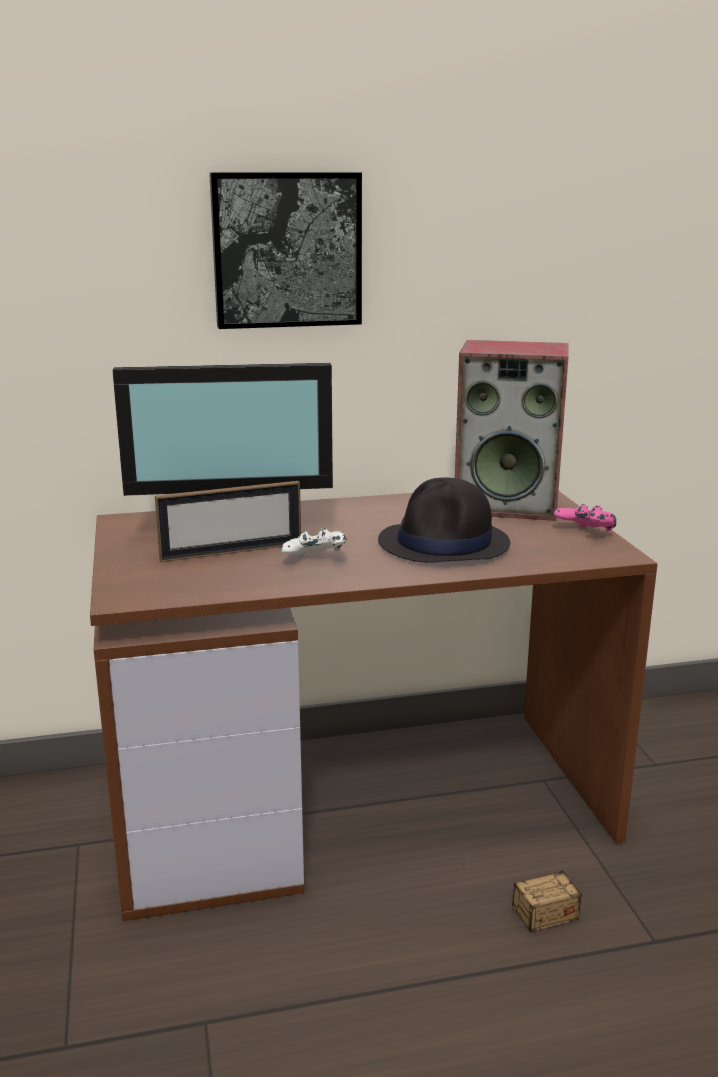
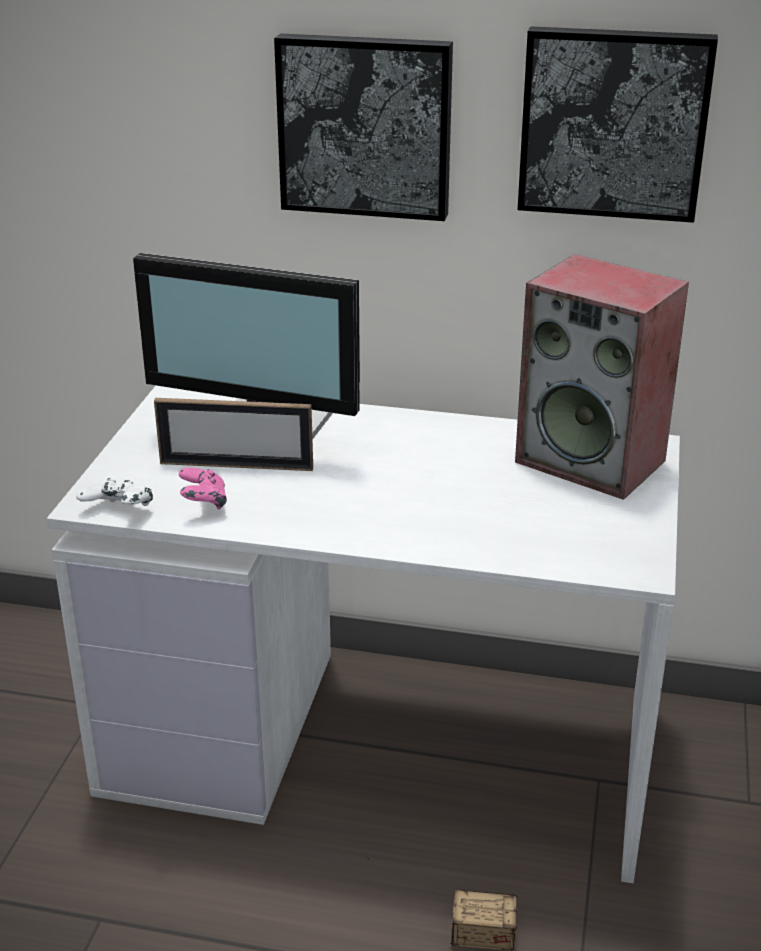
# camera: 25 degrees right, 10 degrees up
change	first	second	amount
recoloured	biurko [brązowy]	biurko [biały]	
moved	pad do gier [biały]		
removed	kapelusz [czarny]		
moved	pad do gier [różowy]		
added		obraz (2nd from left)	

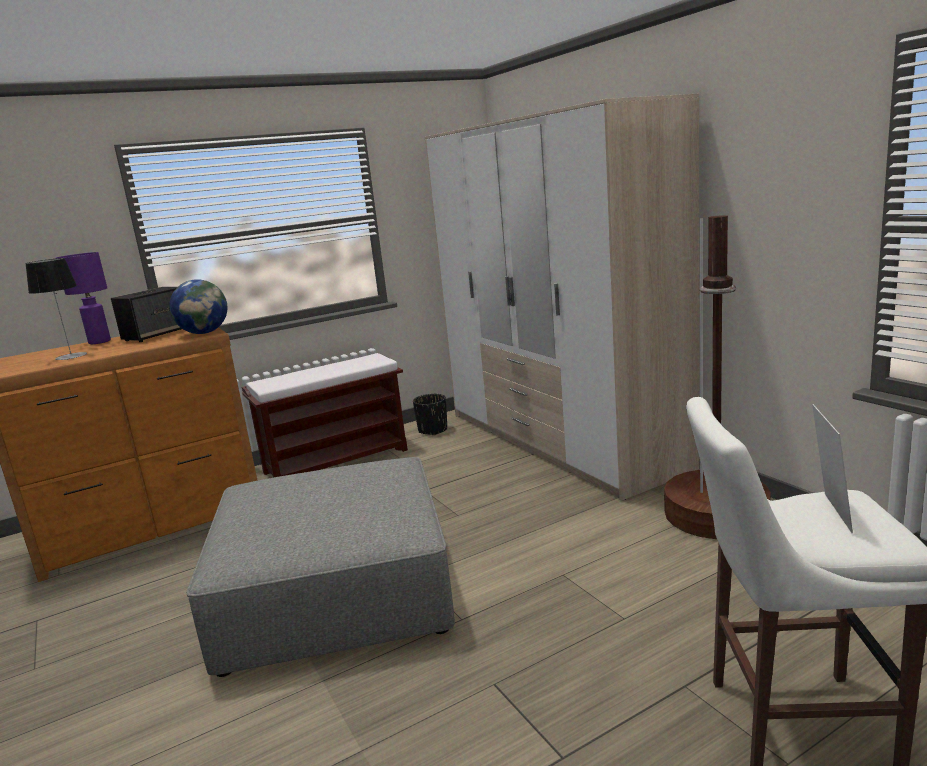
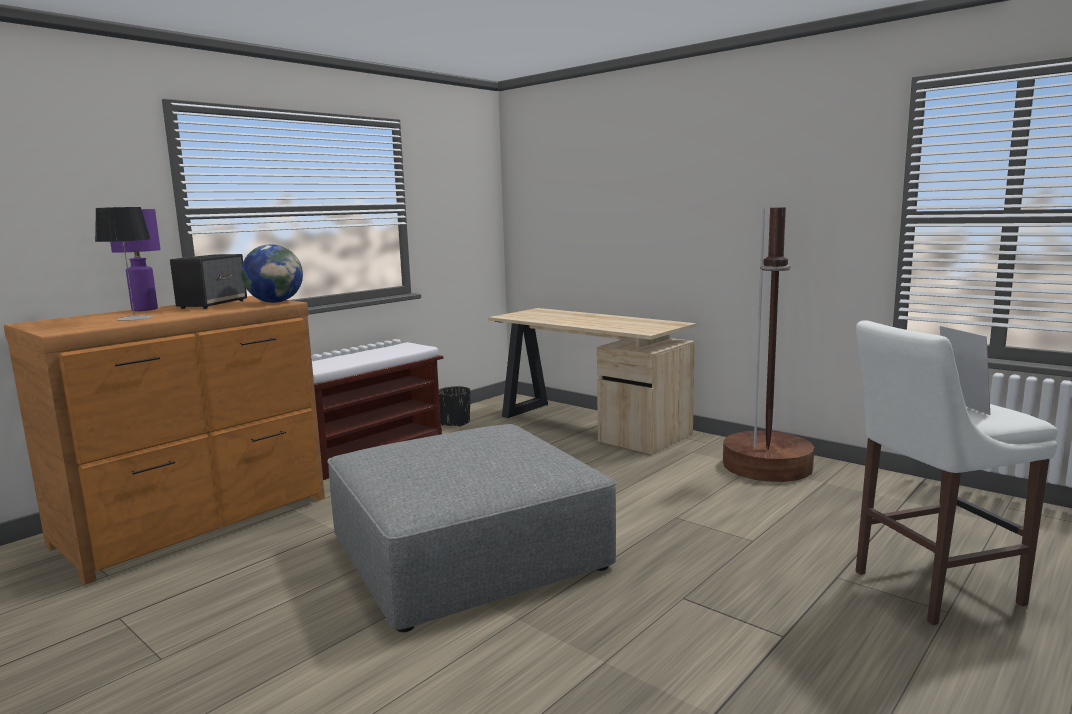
# camera: 20 degrees left, 5 degrees down
change	first	second	amount
replaced	szafa	biurko [beżowy]	

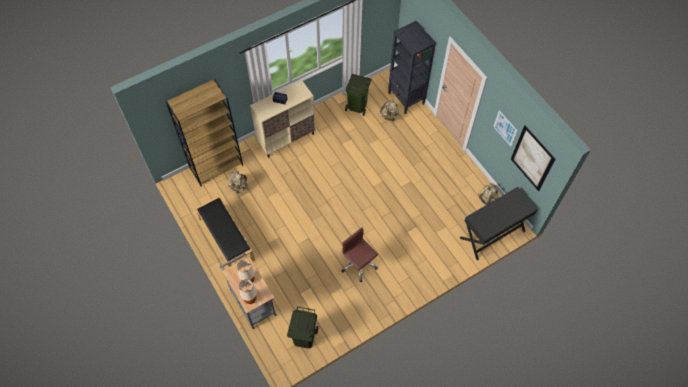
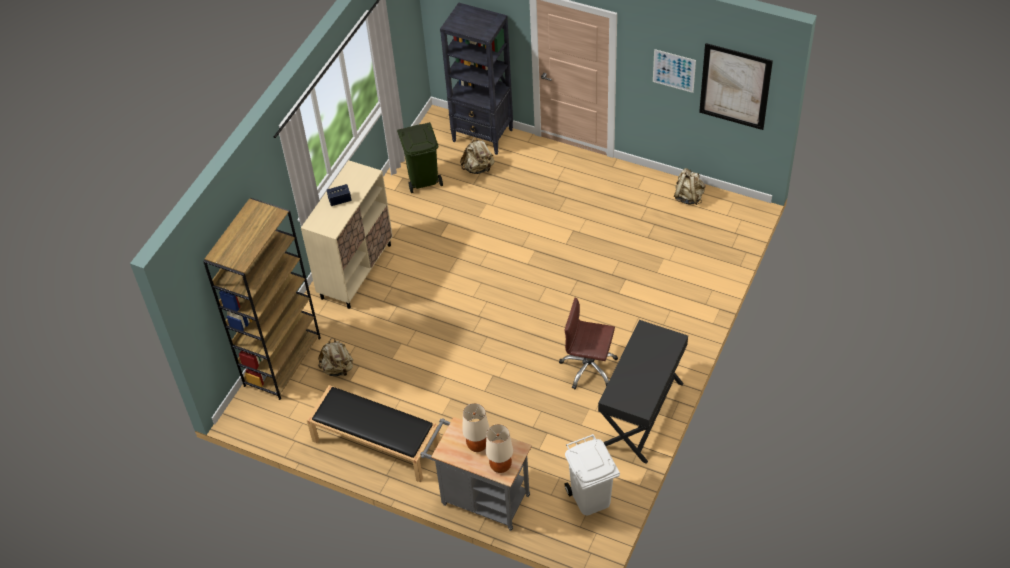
# camera: 30 degrees left, 10 degrees down
change	first	second	amount
recoloured	kosz na śmieci [zielony] (1st from left)	kosz na śmieci [biały]	
moved	biurko [czarny]		

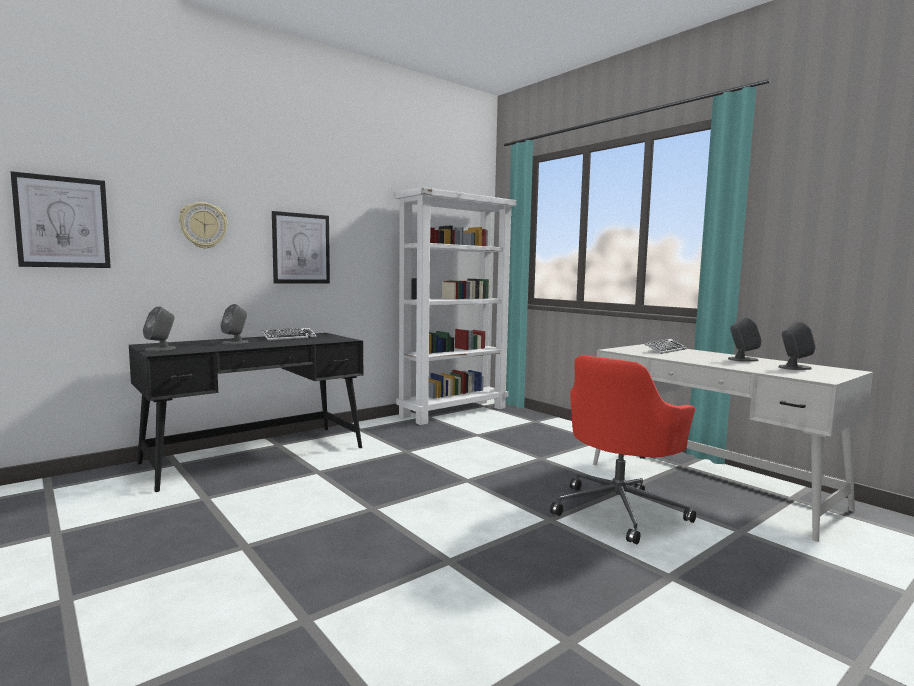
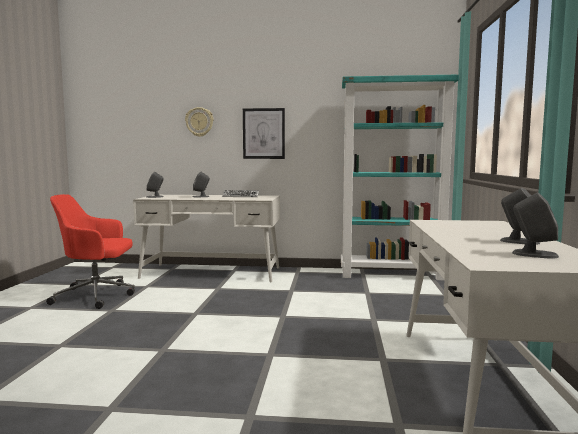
# camera: 45 degrees right, 0 degrees up
change	first	second	amount
removed	obraz (1st from left)		
recoloured	biurko [czarny]	biurko [biały] (1st from left)	
recoloured	regał [biały]	regał [turkusowy]	
moved	krzesło biurowe [czerwony]		
removed	klawiatura (2nd from left)		

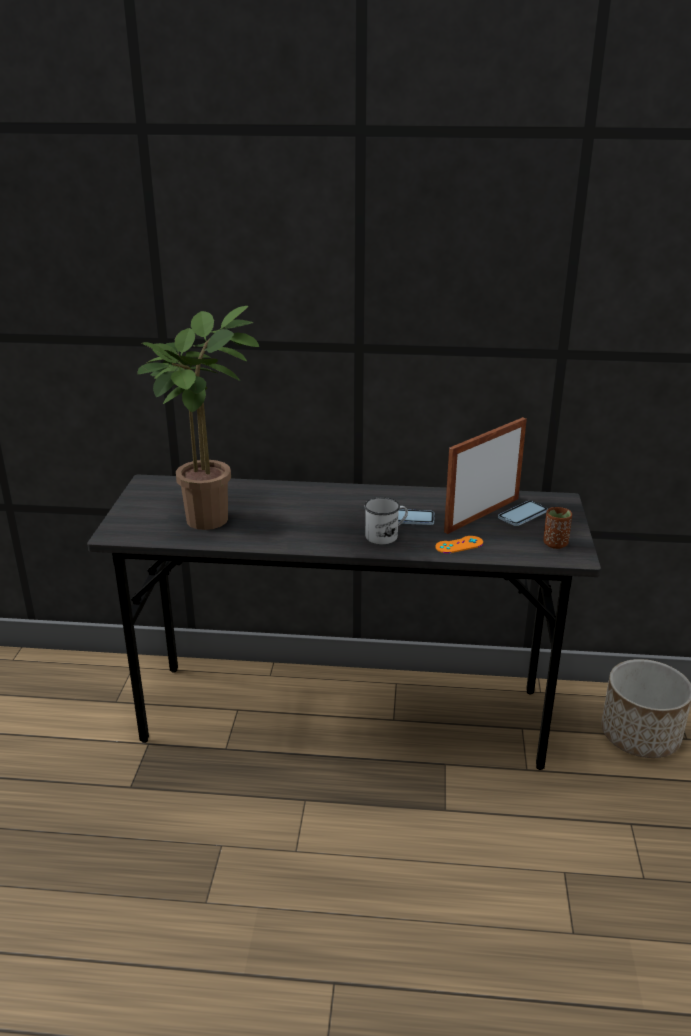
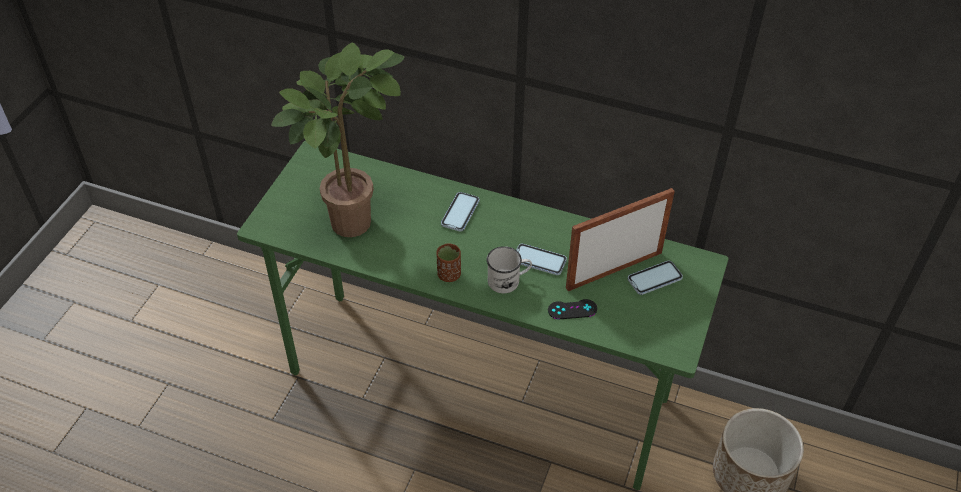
# camera: 15 degrees right, 20 degrees up
change	first	second	amount
recoloured	biurko [szary]	biurko [zielony]	
recoloured	pad do gier [pomarańczowy]	pad do gier [czarny]	
moved	filiżanka [brązowy]		
added		telefon (1st from left)	

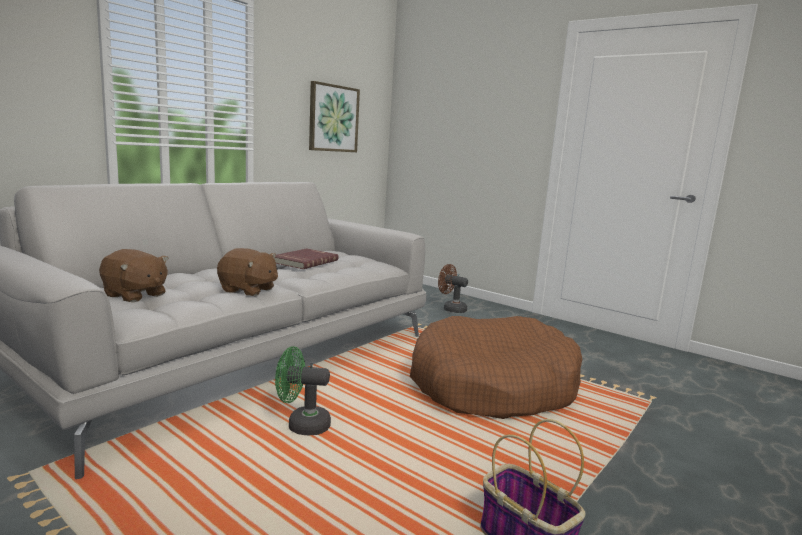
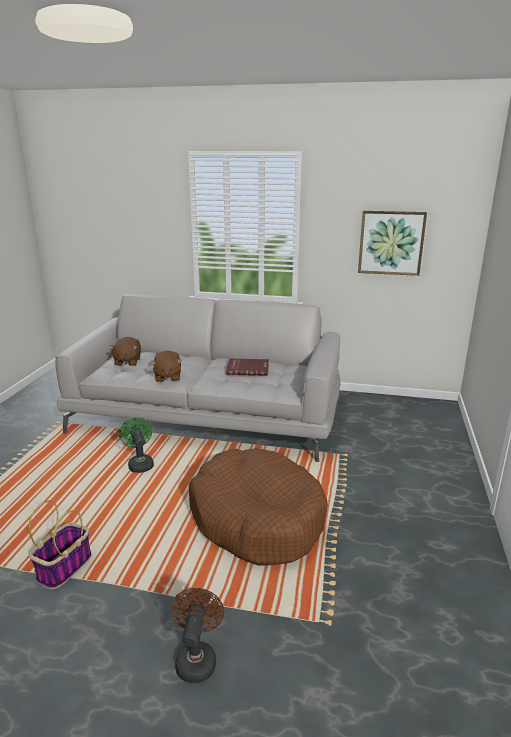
# camera: 65 degrees right, 10 degrees up
change	first	second	amount
moved	wentylator [brązowy]		

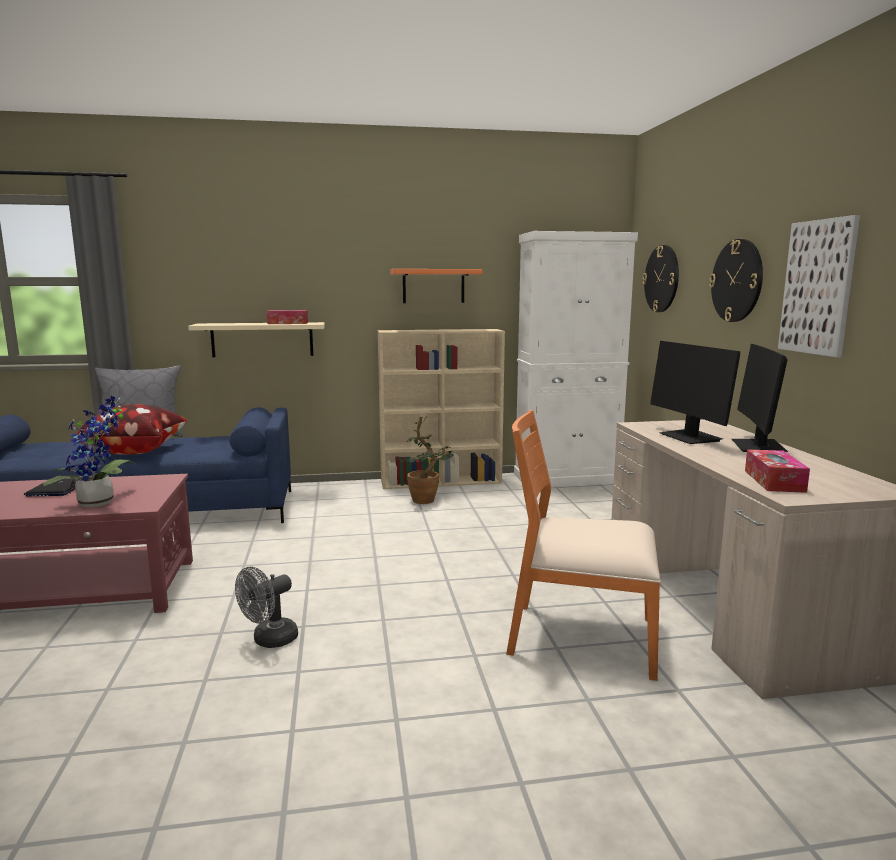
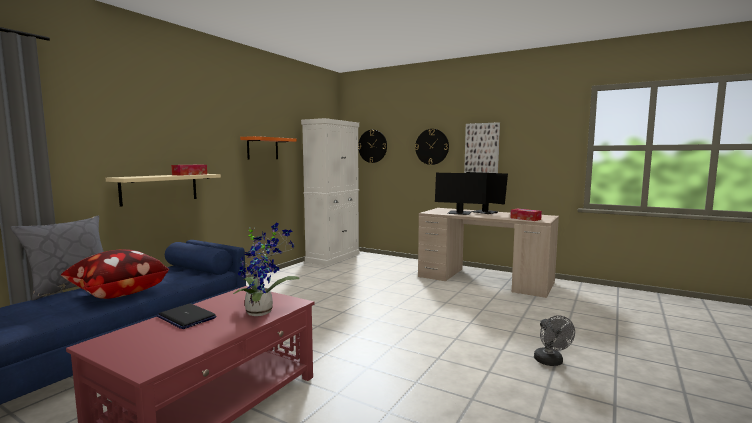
# camera: 50 degrees left, 5 degrees down
change	first	second	amount
moved	wentylator [szary]		
removed	regał [beżowy]		
removed	roślina doniczkowa (2nd from left)		
removed	krzesło [pomarańczowy]		

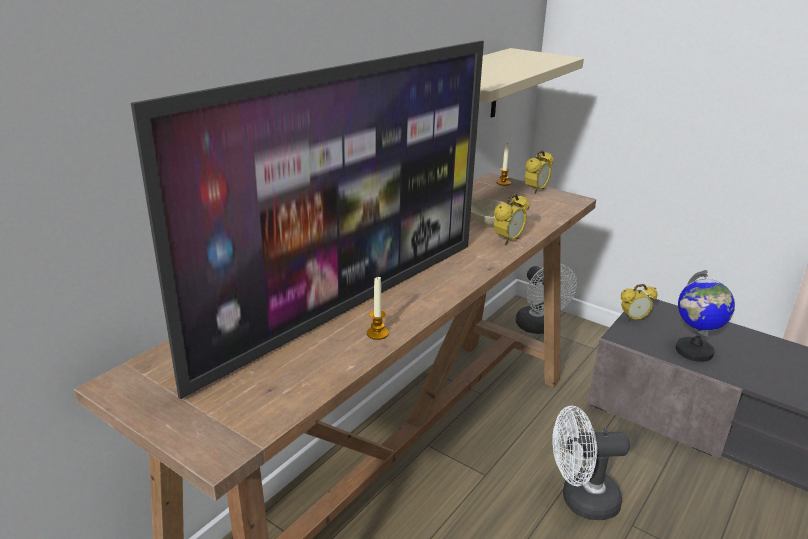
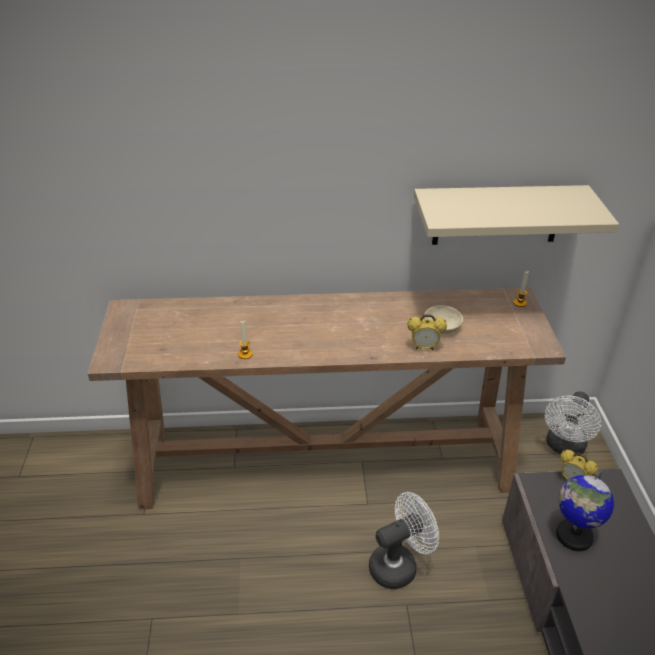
# camera: 50 degrees right, 10 degrees up
change	first	second	amount
removed	telewizor		
removed	budzik (2nd from left)		
turned	wentylator [biały] (2nd from left in the first image)	wentylator [biały] (1st from left)	105 degrees clockwise

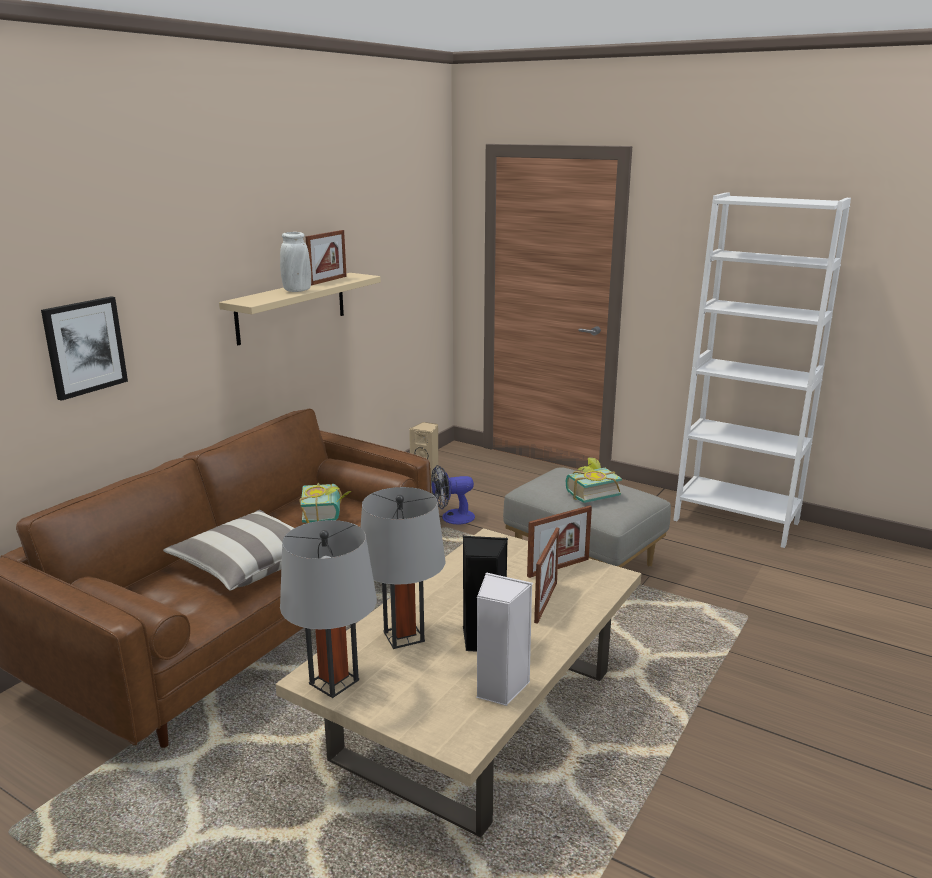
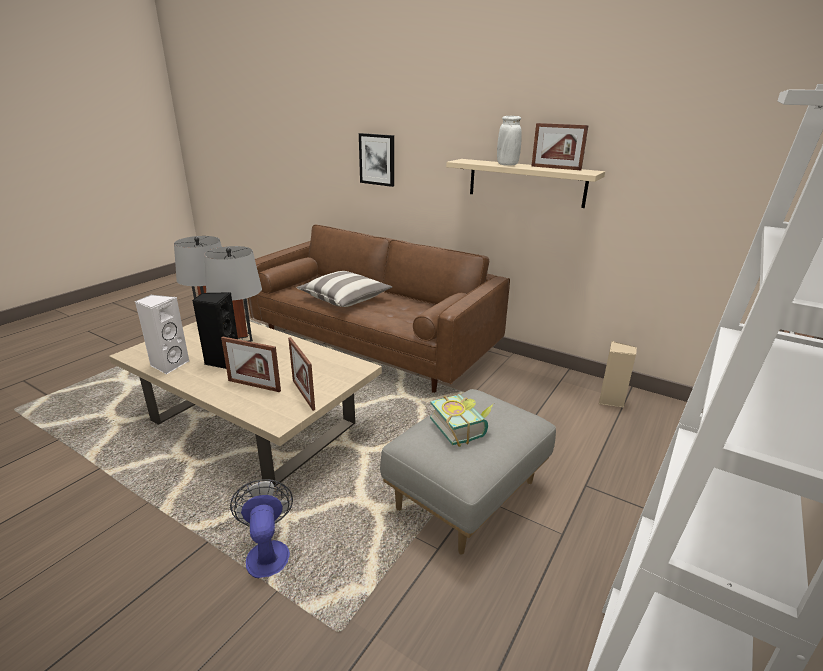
# camera: 90 degrees right, 5 degrees up
change	first	second	amount
removed	książka (1st from left)		
moved	wentylator		

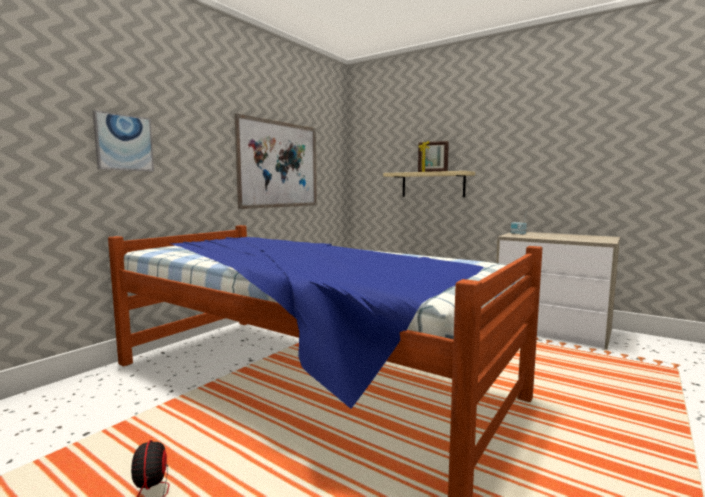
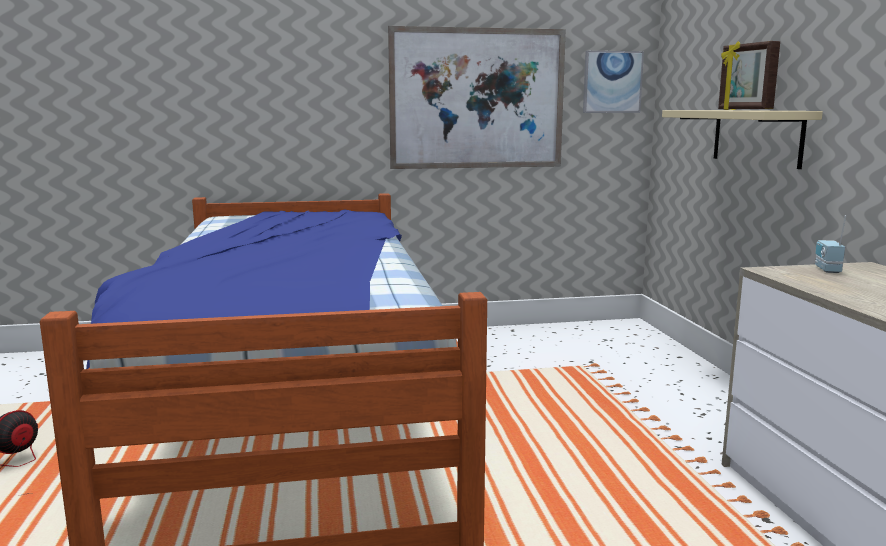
# camera: 45 degrees right, 5 degrees up
change	first	second	amount
moved	obraz (1st from left in the first image)	obraz (2nd from left)	

